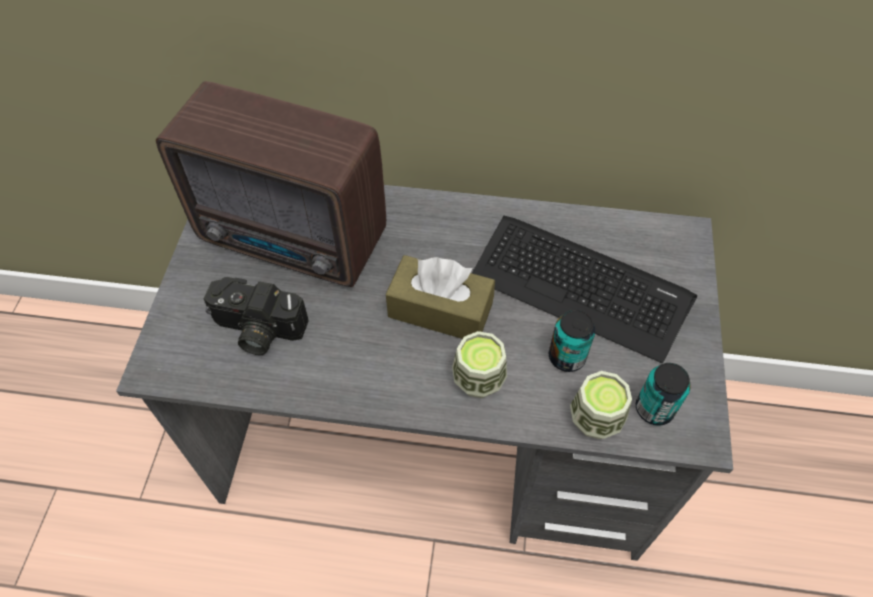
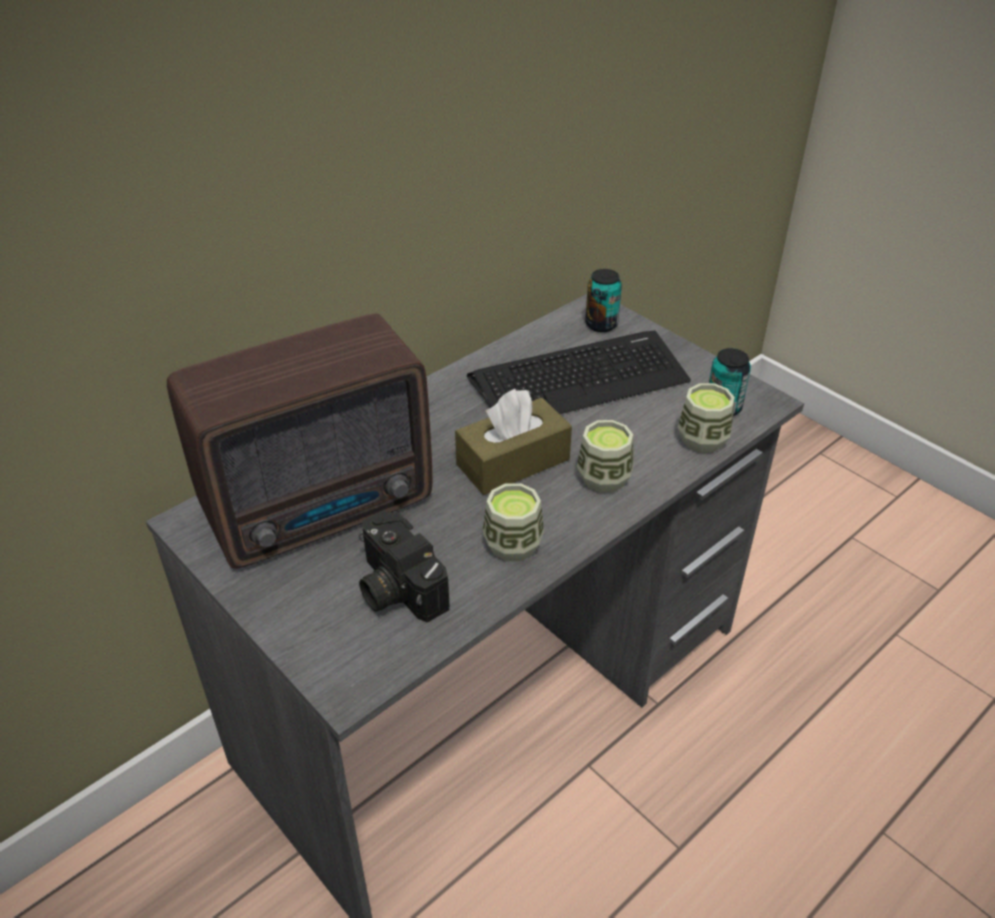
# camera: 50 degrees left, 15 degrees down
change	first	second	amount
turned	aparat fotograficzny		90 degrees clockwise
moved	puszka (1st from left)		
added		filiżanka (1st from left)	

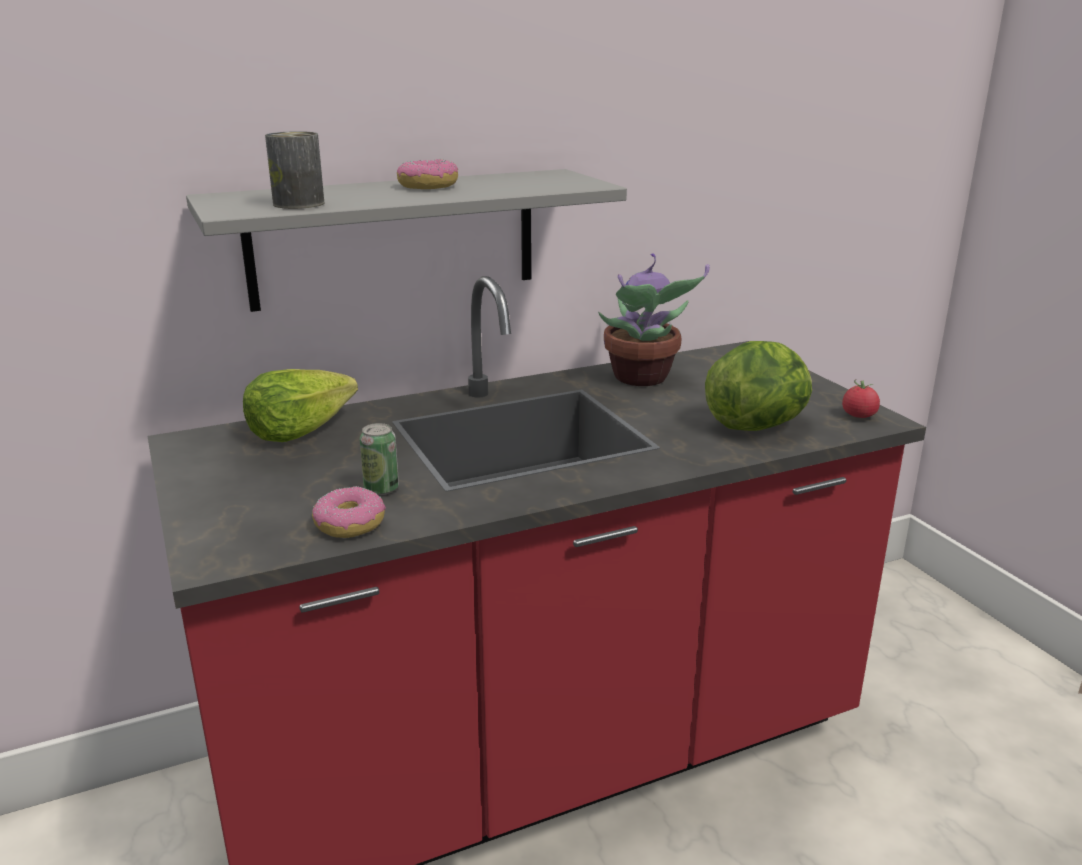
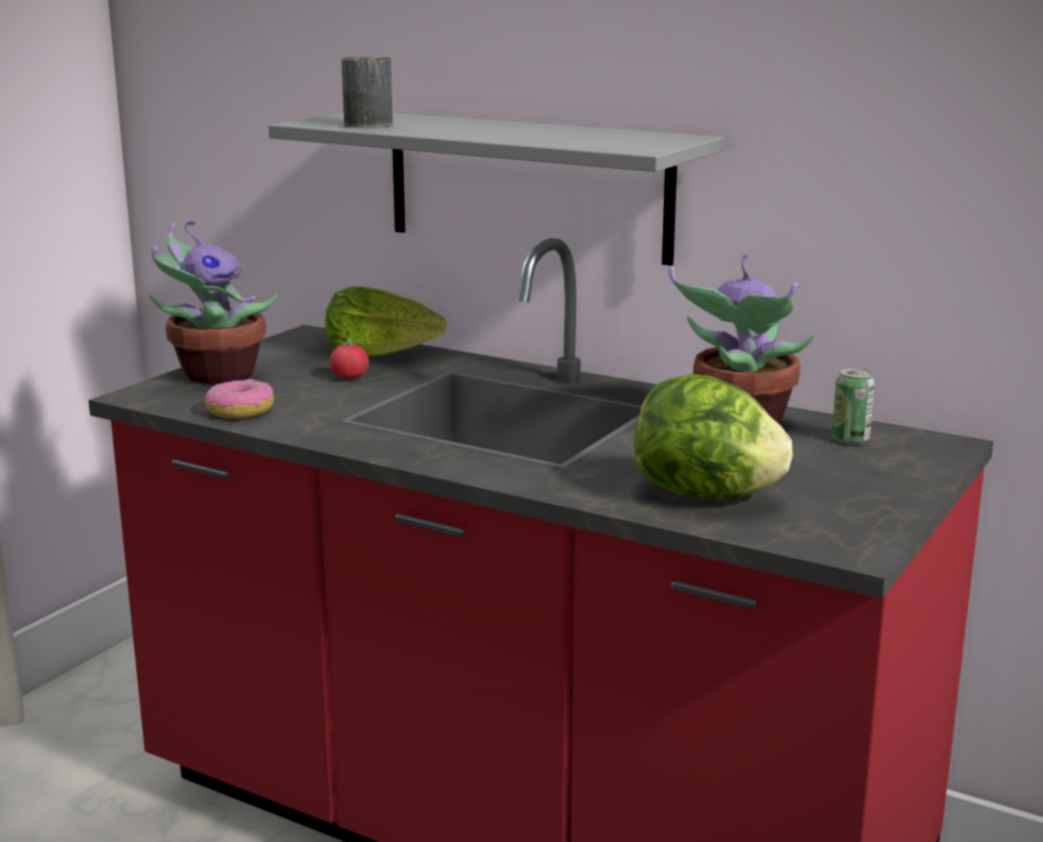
# camera: 55 degrees right, 5 degrees down
change	first	second	amount
moved	puszka (2nd from left)		
removed	donut (2nd from left)		
moved	pomidor		
added		roślina doniczkowa (1st from left)	

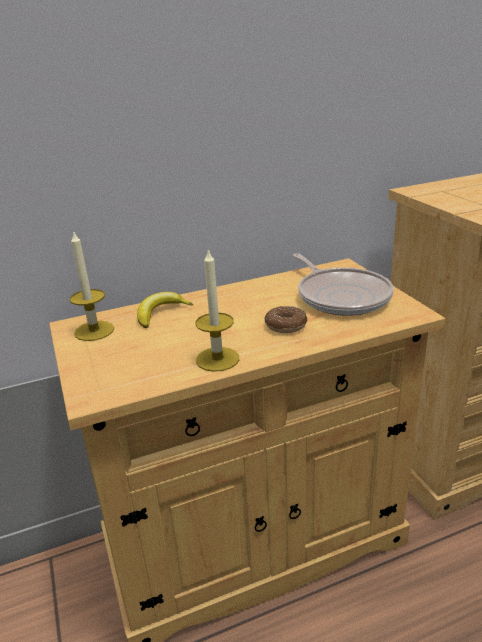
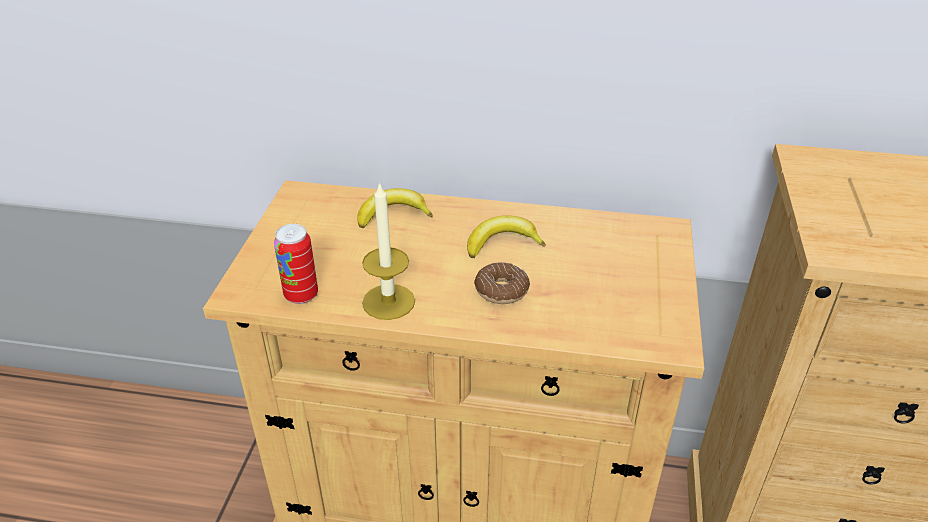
# camera: 30 degrees right, 10 degrees up
change	first	second	amount
removed	świeca (1st from left)		
removed	patelnia		
added		puszka	
added		banan (2nd from left)	

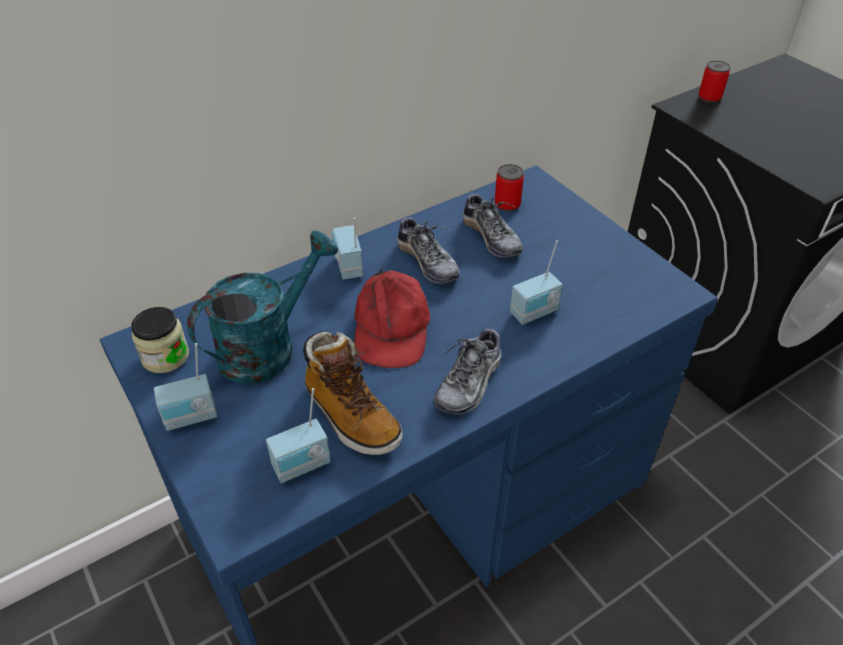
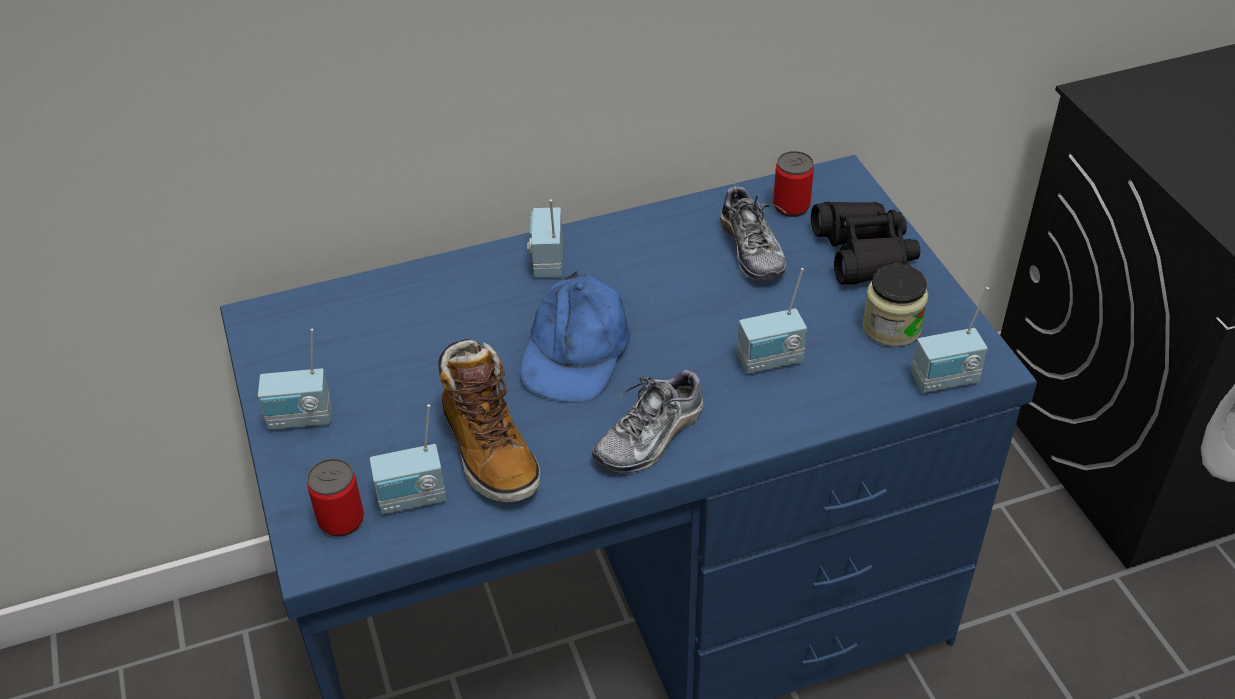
# camera: 15 degrees right, 0 degrees up
change	first	second	amount
moved	słoik		
removed	konewka [turkusowy]		
recoloured	czapka z daszkiem [czerwony]	czapka z daszkiem [niebieski]	
removed	but (1st from left)		
moved	puszka (2nd from left in the first image)	puszka (1st from left)	
added		lornetka [czarny]	
added		radio (5th from left)	

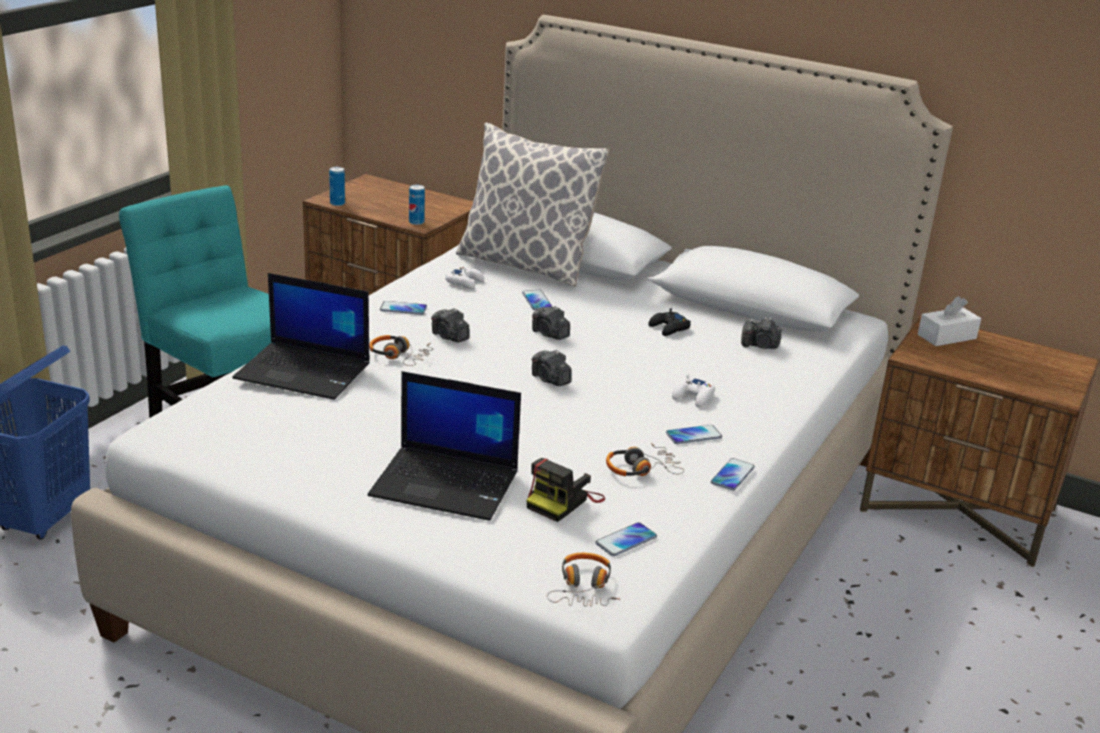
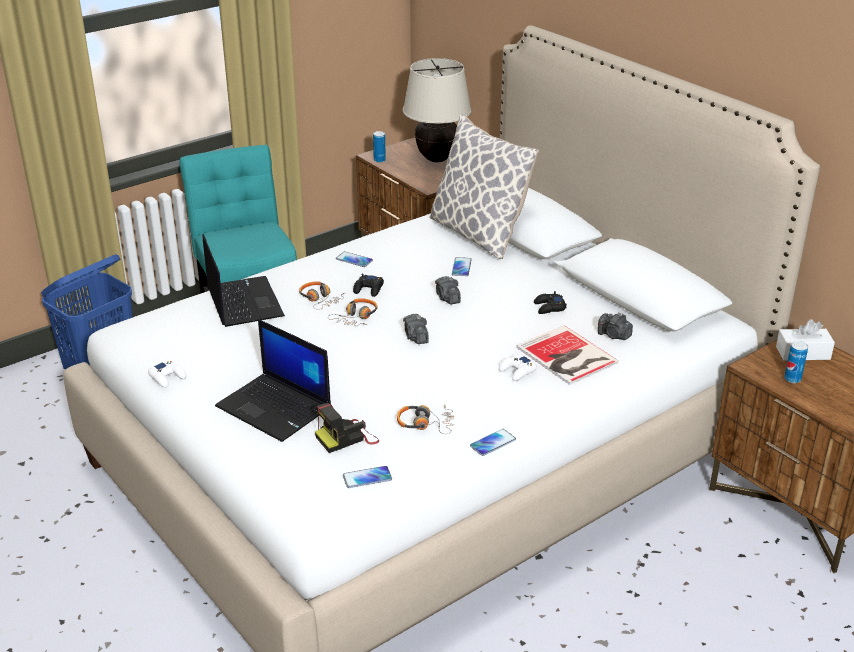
# camera: 25 degrees right, 5 degrees up
change	first	second	amount
turned	laptop (1st from left)		150 degrees counterclockwise
moved	puszka (2nd from left)		
replaced	aparat fotograficzny (1st from left)	pad do gier [czarny] (1st from left)	
moved	pad do gier [biały] (1st from left)		
moved	słuchawki (2nd from left)		
removed	telefon (4th from left)		
added		lampa stołowa [beżowy]	
added		książka	

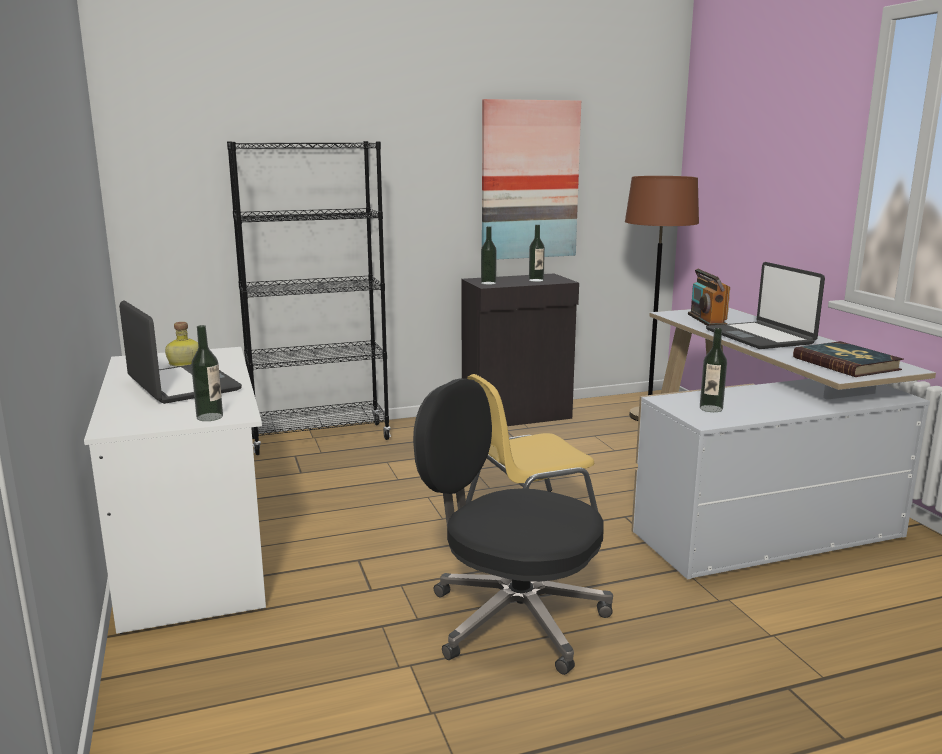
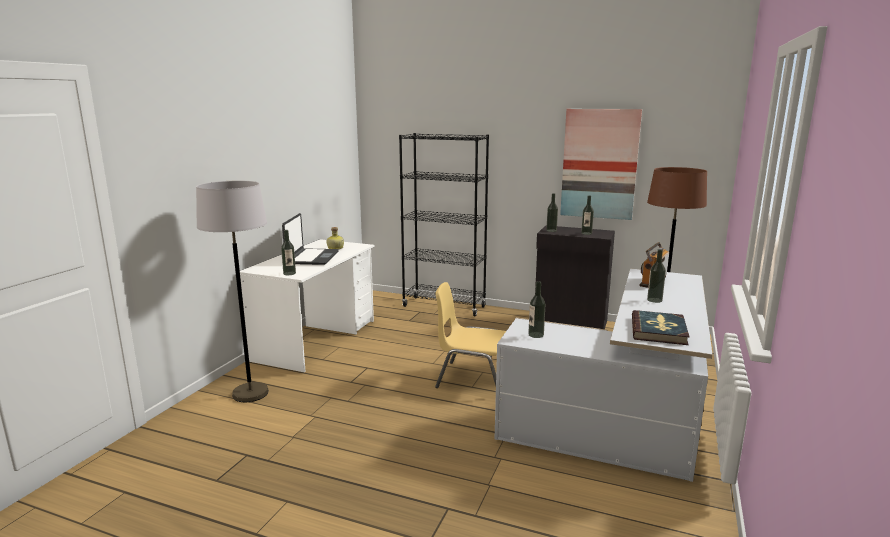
# camera: 40 degrees right, 0 degrees up
change	first	second	amount
removed	krzesło biurowe [czarny]		
replaced	laptop (2nd from left)	butelka (6th from left)	
added		lampa stojąca [szary]	

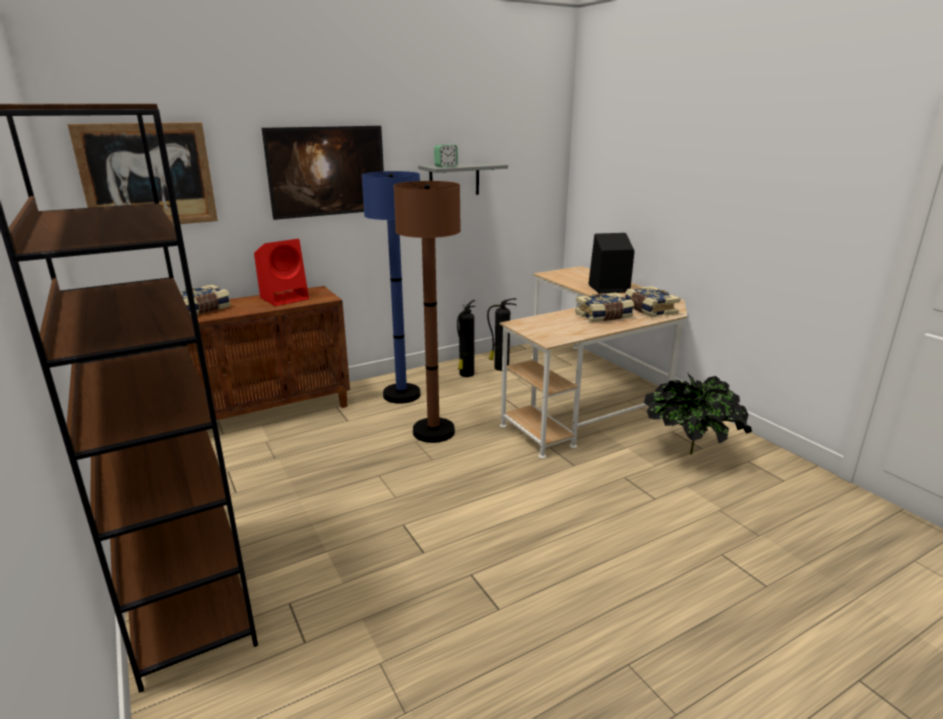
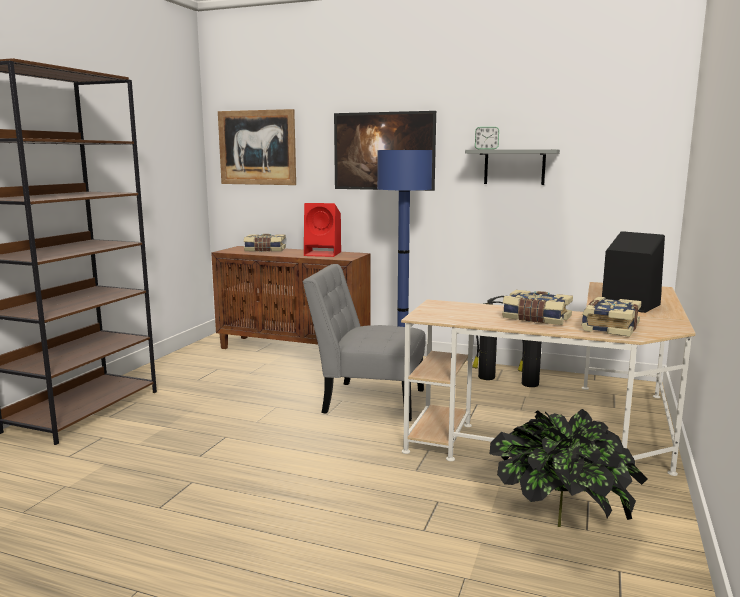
# camera: 50 degrees right, 10 degrees down
change	first	second	amount
replaced	lampa stojąca [brązowy]	krzesło [szary]	

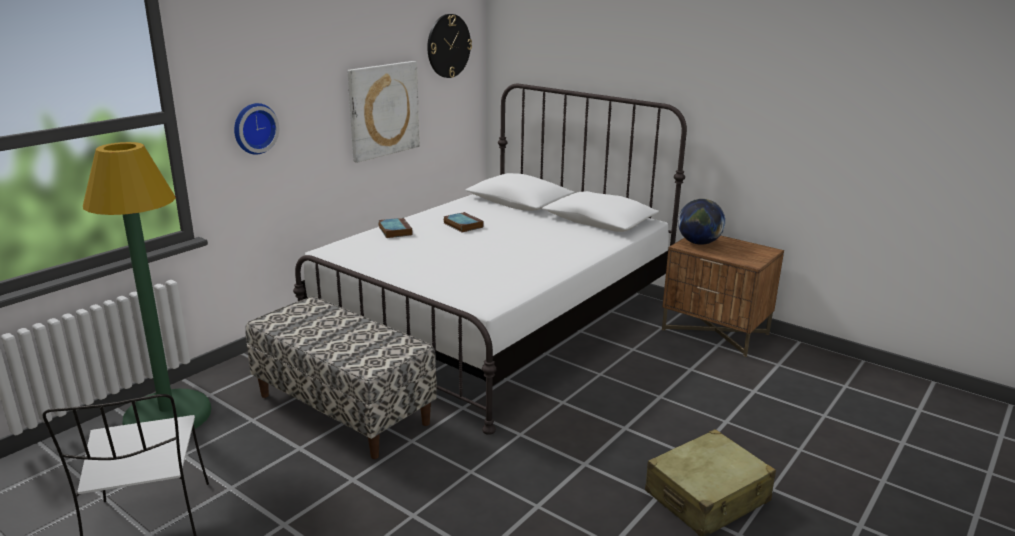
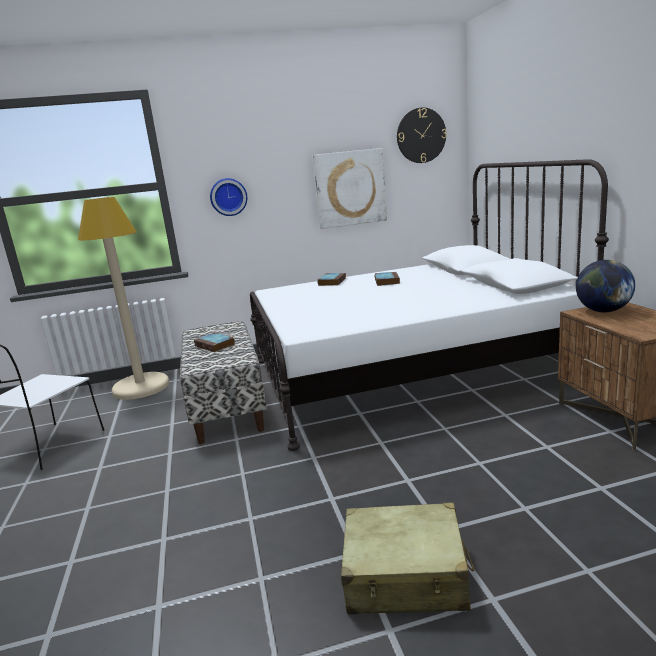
# camera: 40 degrees right, 5 degrees down
change	first	second	amount
recoloured	lampa stojąca [zielony]	lampa stojąca [beżowy]	
added		książka (1st from left)	

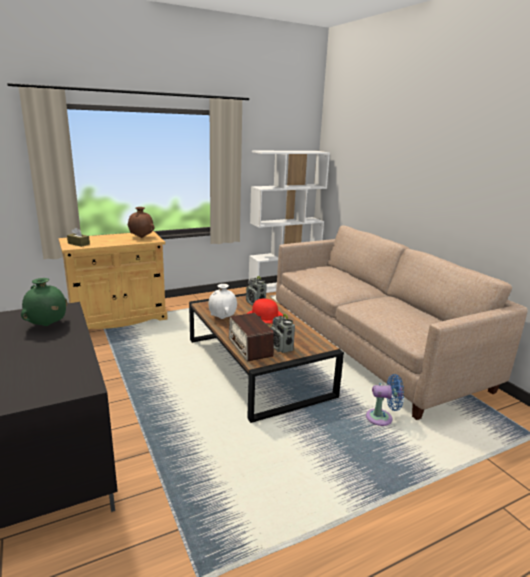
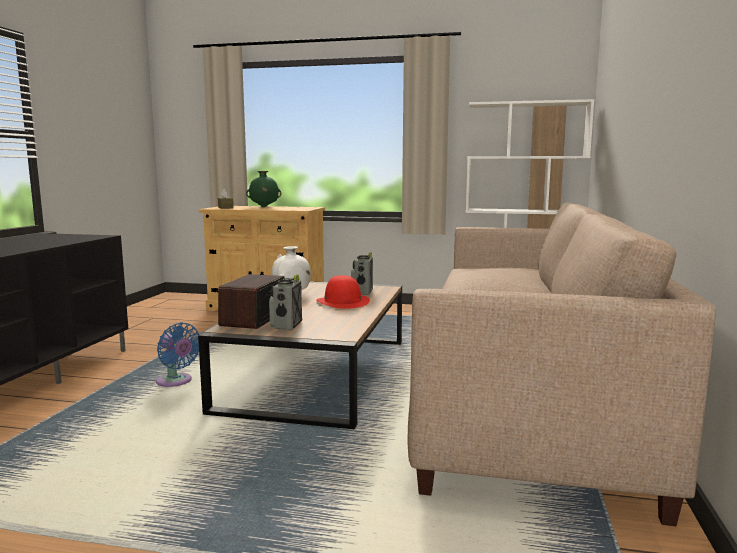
# camera: 40 degrees right, 10 degrees down
change	first	second	amount
moved	wazon [zielony]		
removed	wazon [brązowy]		
moved	wentylator [niebieski]		

